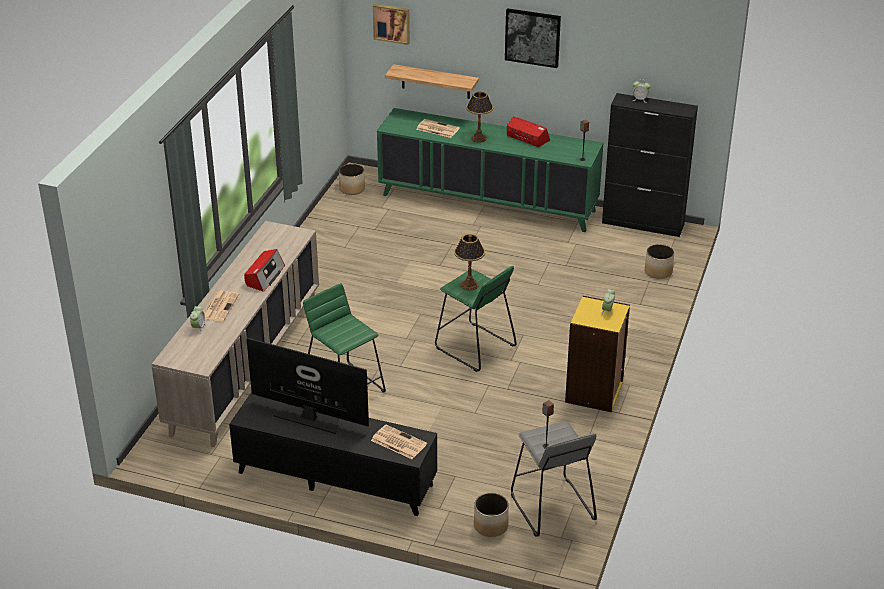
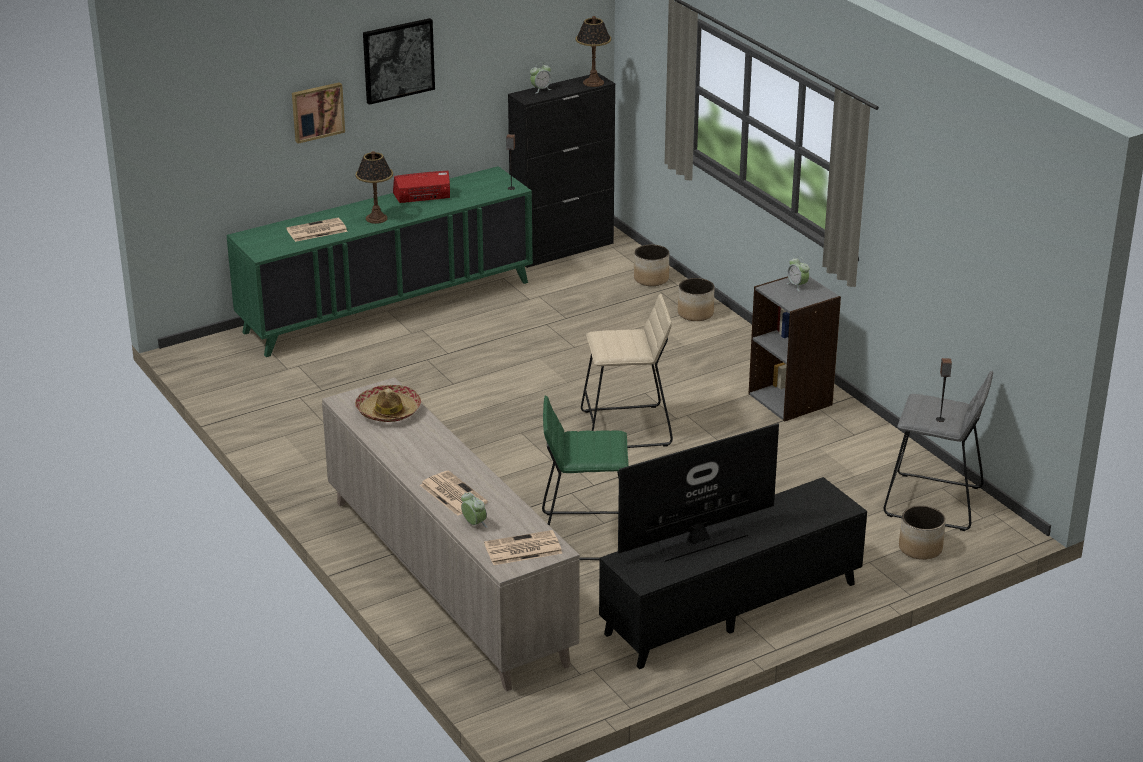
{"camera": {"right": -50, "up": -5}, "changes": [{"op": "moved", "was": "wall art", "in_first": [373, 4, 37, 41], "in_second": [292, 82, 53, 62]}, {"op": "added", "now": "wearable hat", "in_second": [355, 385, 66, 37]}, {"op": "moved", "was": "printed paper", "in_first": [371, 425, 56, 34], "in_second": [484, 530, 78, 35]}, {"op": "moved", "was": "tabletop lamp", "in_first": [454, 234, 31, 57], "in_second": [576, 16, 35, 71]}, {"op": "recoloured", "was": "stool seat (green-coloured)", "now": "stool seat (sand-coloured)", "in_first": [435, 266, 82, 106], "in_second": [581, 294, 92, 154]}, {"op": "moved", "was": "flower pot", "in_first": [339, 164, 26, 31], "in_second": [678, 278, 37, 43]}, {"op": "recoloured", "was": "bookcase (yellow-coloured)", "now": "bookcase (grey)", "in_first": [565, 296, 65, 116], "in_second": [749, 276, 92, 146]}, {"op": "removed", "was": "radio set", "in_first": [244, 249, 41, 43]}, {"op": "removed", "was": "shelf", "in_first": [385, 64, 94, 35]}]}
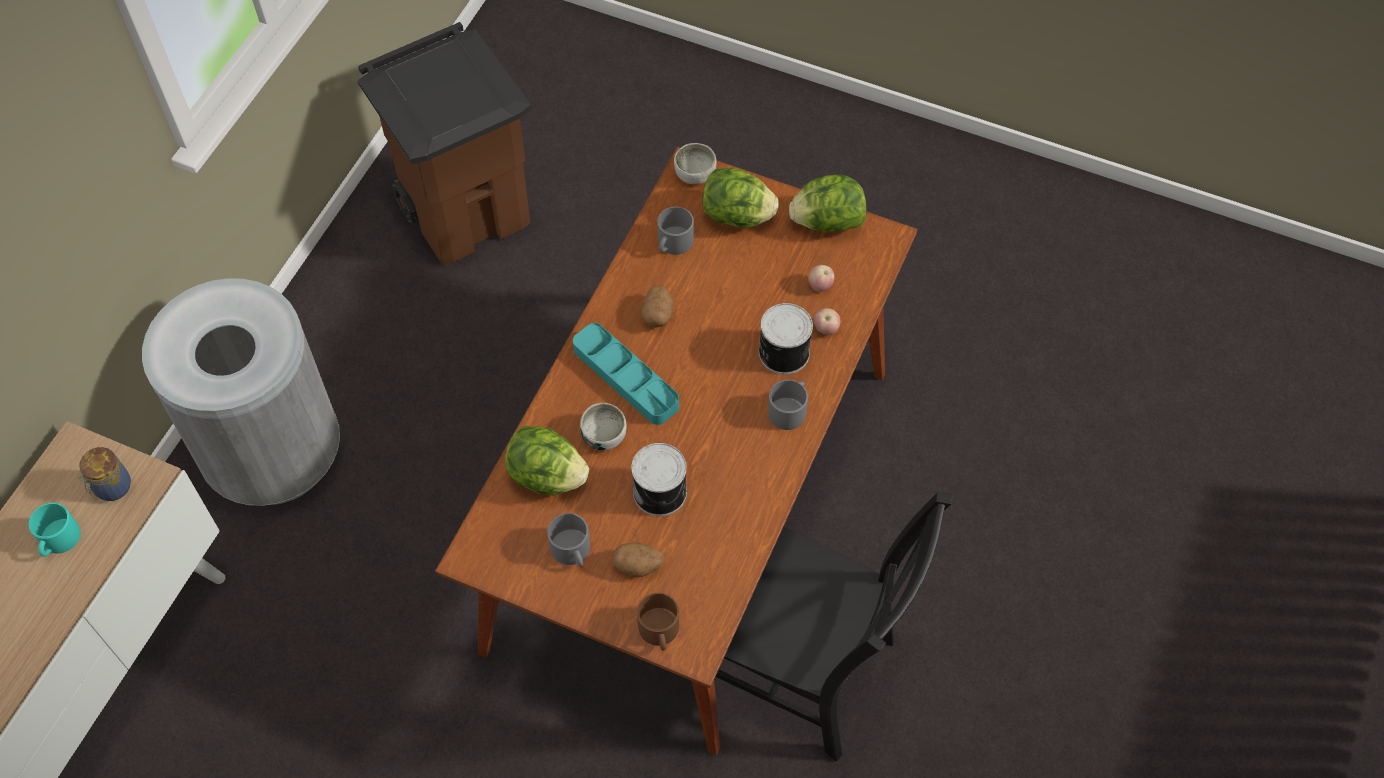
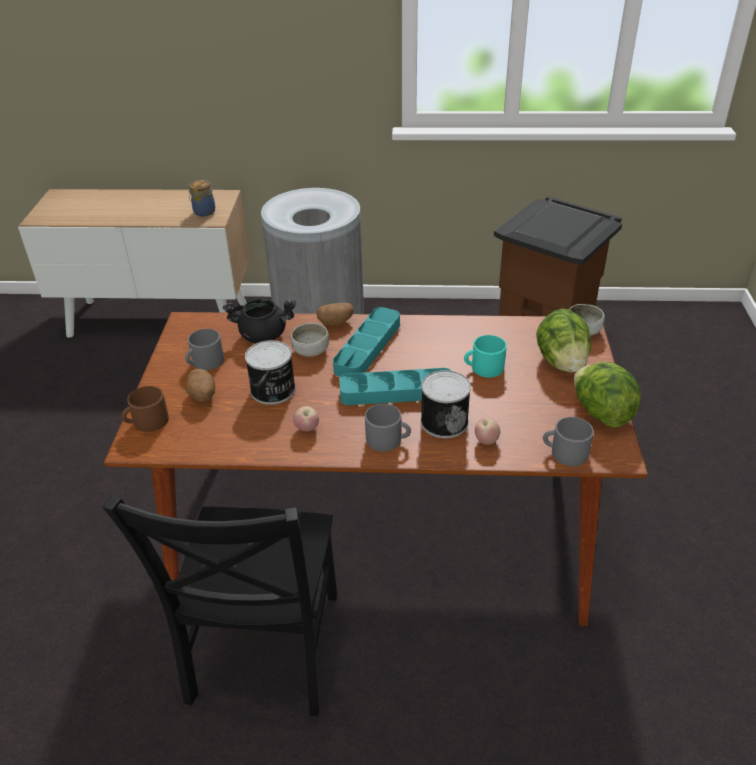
{"camera": {"right": 70, "up": -20}, "changes": [{"op": "replaced", "was": "lettuce head", "now": "saucepot (blackish)", "in_first": [505, 426, 84, 69], "in_second": [223, 298, 73, 45]}, {"op": "moved", "was": "apple", "in_first": [808, 265, 27, 27], "in_second": [293, 406, 26, 26]}, {"op": "moved", "was": "whole potato", "in_first": [641, 285, 33, 42], "in_second": [317, 303, 37, 23]}, {"op": "added", "now": "carrying tray (turquoise-coloured)", "in_second": [339, 368, 113, 37]}, {"op": "moved", "was": "mug (turquoise-coloured)", "in_first": [29, 503, 52, 54], "in_second": [464, 335, 43, 43]}, {"op": "moved", "was": "mug (grey)", "in_first": [657, 207, 37, 48], "in_second": [543, 417, 51, 49]}]}
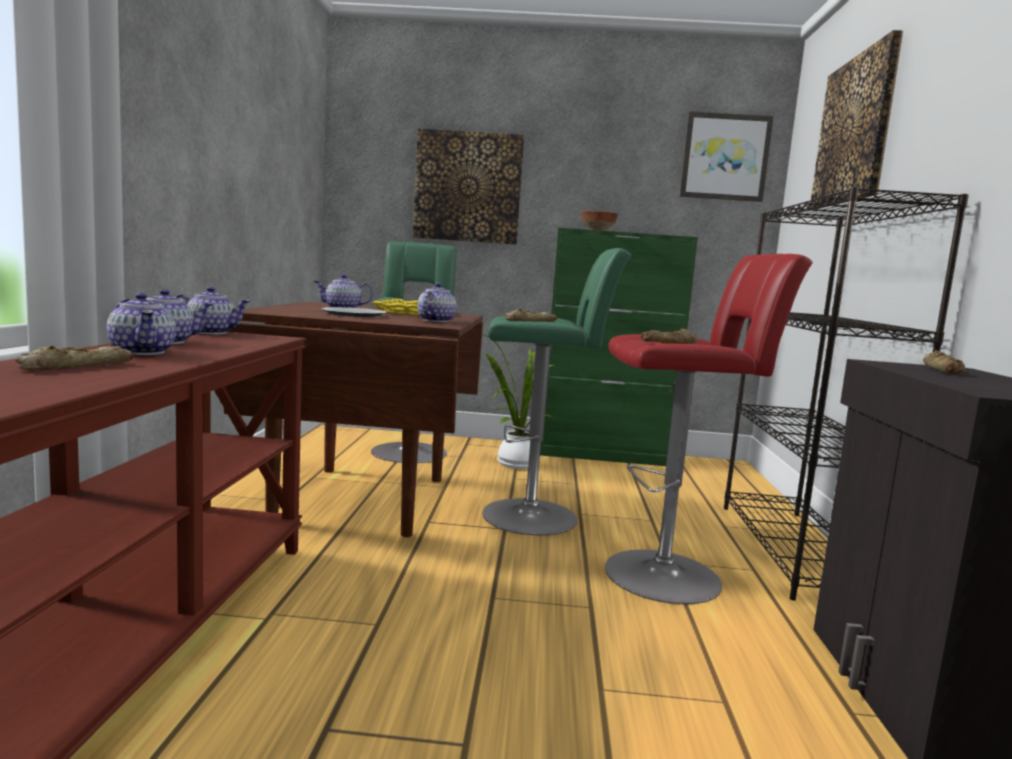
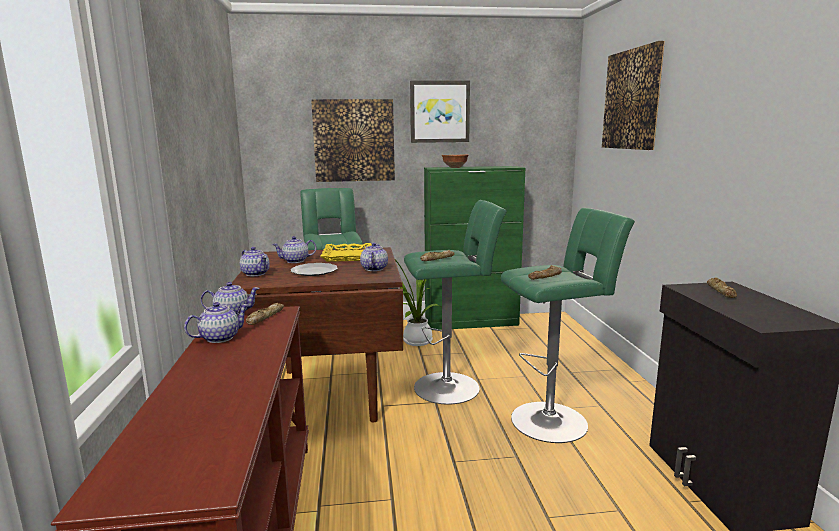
{"camera": {"right": -10, "up": 5}, "changes": [{"op": "moved", "was": "tea pot", "in_first": [107, 293, 69, 62], "in_second": [240, 247, 30, 29]}, {"op": "moved", "was": "bread", "in_first": [15, 346, 119, 25], "in_second": [246, 303, 38, 22]}, {"op": "moved", "was": "wall art", "in_first": [679, 111, 95, 91], "in_second": [410, 80, 60, 63]}, {"op": "recoloured", "was": "stool seat (red)", "now": "stool seat (green-coloured)", "in_first": [605, 254, 208, 350], "in_second": [501, 208, 134, 235]}, {"op": "removed", "was": "bookcase (blackish)", "in_first": [724, 187, 245, 413]}]}
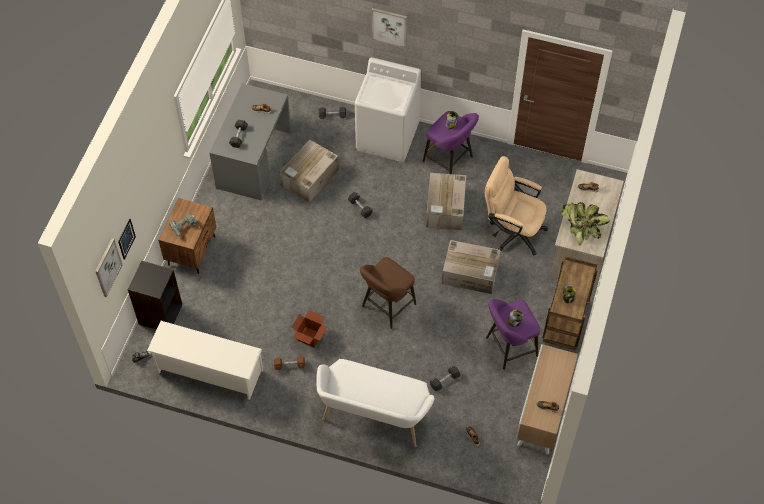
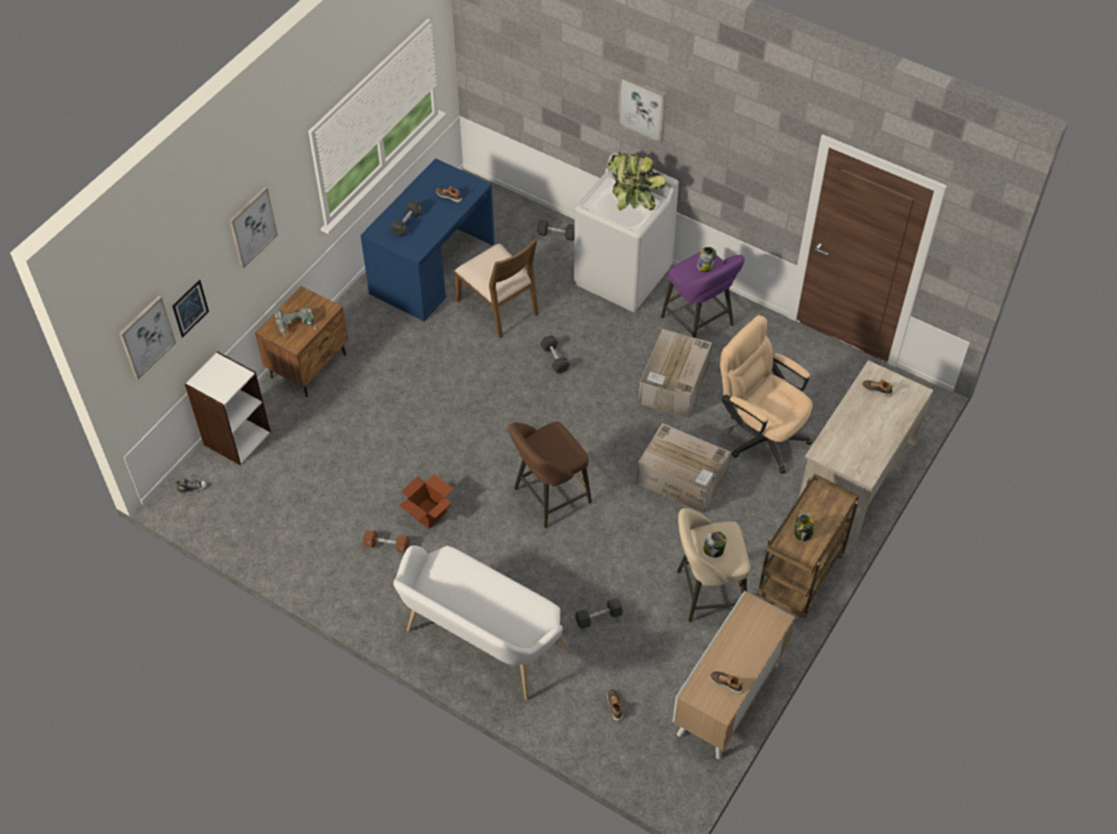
{"camera": {"right": 15, "up": -5}, "changes": [{"op": "recoloured", "was": "bookcase (blackish)", "now": "bookcase (white)", "in_first": [128, 261, 54, 69], "in_second": [184, 351, 87, 114]}, {"op": "added", "now": "wall art", "in_second": [229, 187, 49, 82]}, {"op": "recoloured", "was": "desk (grey)", "now": "desk (bluish)", "in_first": [209, 83, 82, 118], "in_second": [360, 158, 135, 163]}, {"op": "replaced", "was": "cardboard box", "now": "chair (brown-coloured)", "in_first": [280, 139, 59, 64], "in_second": [455, 239, 84, 99]}, {"op": "moved", "was": "potted plant", "in_first": [561, 202, 49, 44], "in_second": [607, 152, 59, 59]}, {"op": "recoloured", "was": "stool seat (purplish)", "now": "stool seat (sand-coloured)", "in_first": [486, 299, 54, 71], "in_second": [677, 508, 73, 114]}, {"op": "removed", "was": "shoe rack (white)", "in_first": [147, 321, 116, 79]}]}
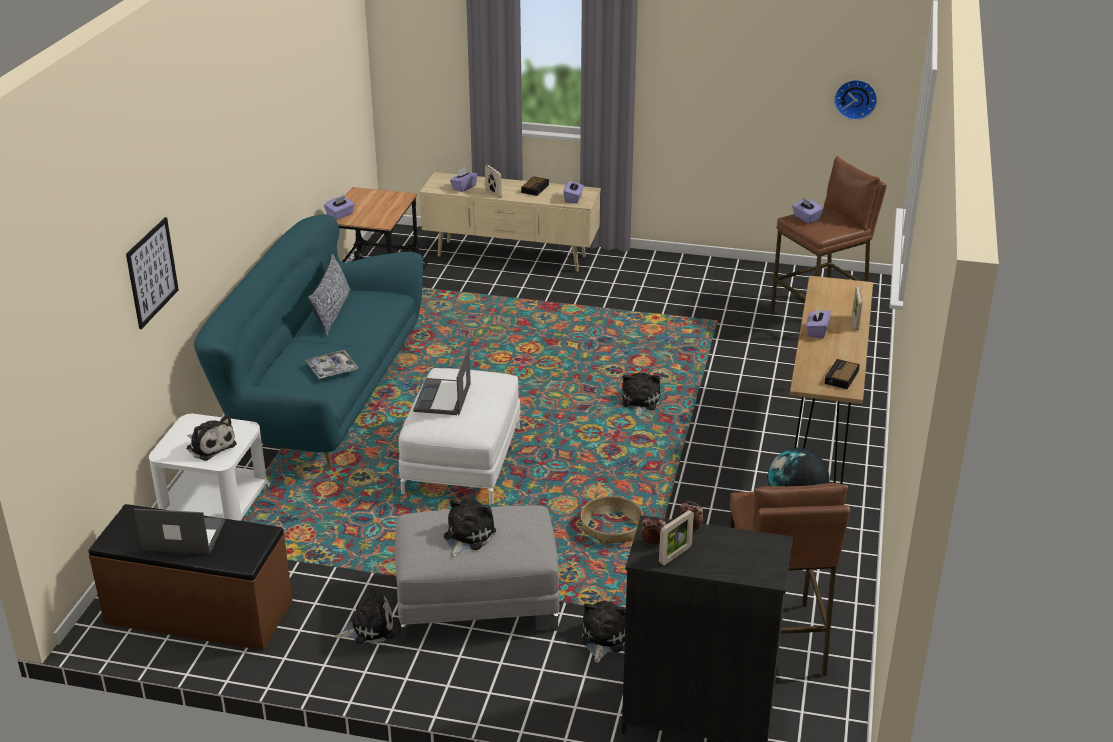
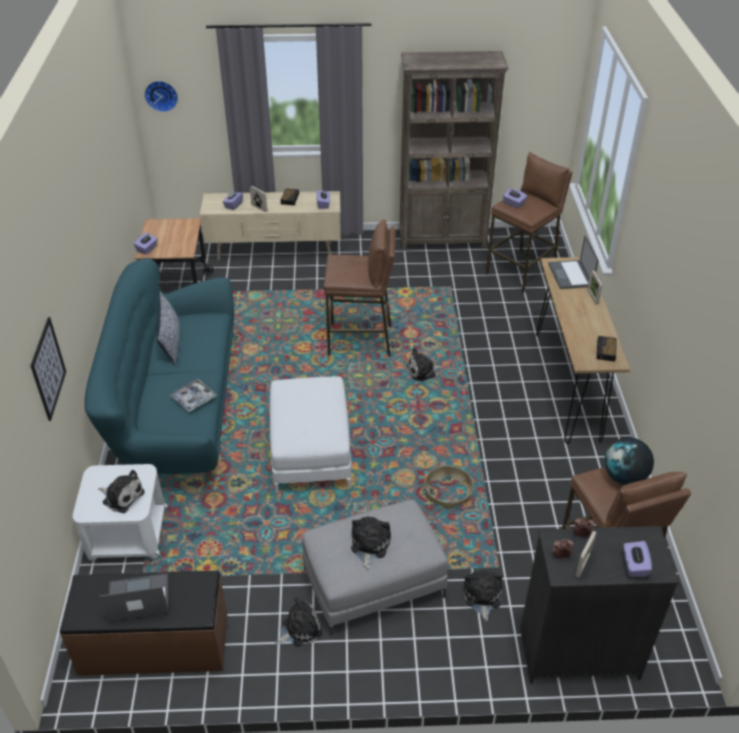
{"camera": {"right": -15, "up": 10}, "changes": [{"op": "moved", "was": "hanging clock", "in_first": [834, 80, 43, 40], "in_second": [144, 81, 34, 31]}, {"op": "added", "now": "stool seat (brown-coloured)", "in_second": [324, 219, 72, 137]}, {"op": "added", "now": "bookcase (brown-coloured)", "in_second": [399, 51, 110, 200]}, {"op": "turned", "was": "cuddly toy", "in_first": [622, 372, 38, 44], "in_second": [407, 347, 35, 35], "clockwise": -105}, {"op": "moved", "was": "laptop", "in_first": [413, 347, 58, 68], "in_second": [548, 236, 51, 53]}, {"op": "moved", "was": "tissue holder (purplish)", "in_first": [806, 307, 25, 31], "in_second": [623, 541, 29, 36]}]}
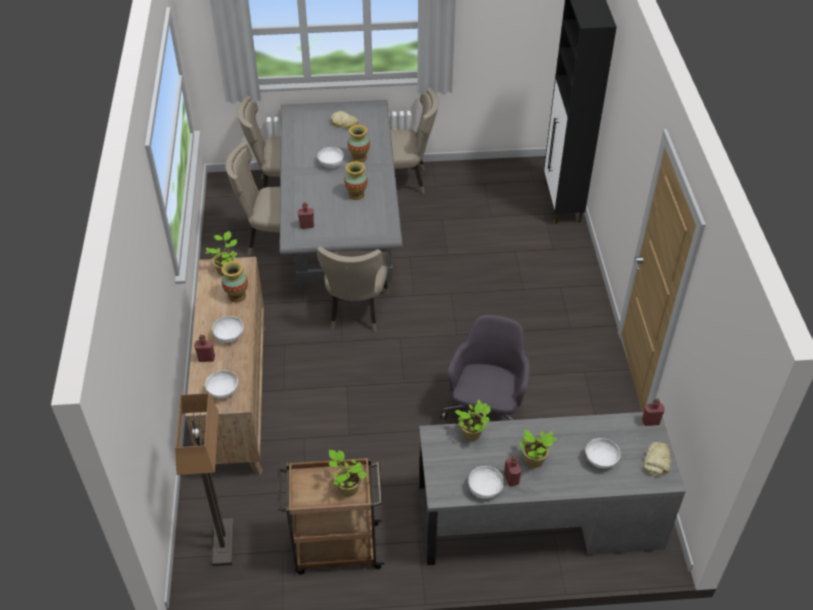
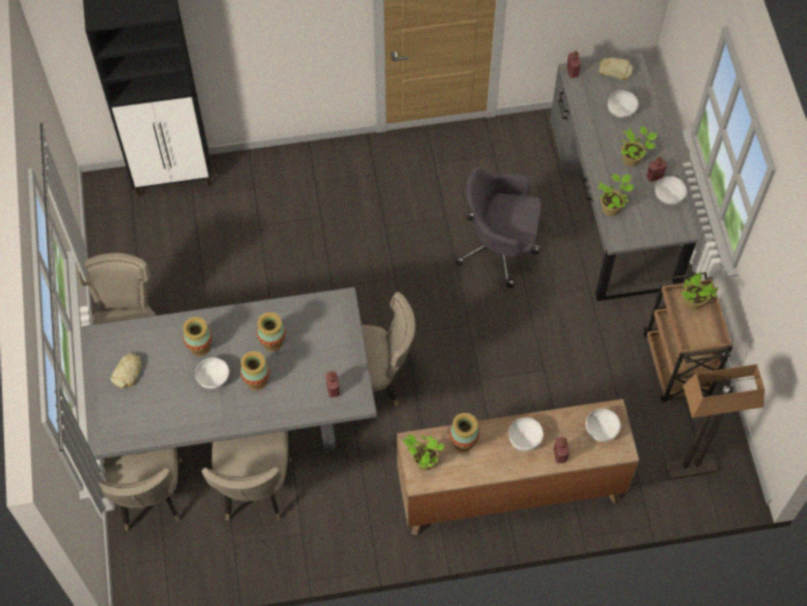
{"camera": {"right": -95, "up": 15}, "changes": [{"op": "added", "now": "vase", "in_second": [240, 351, 30, 39]}]}
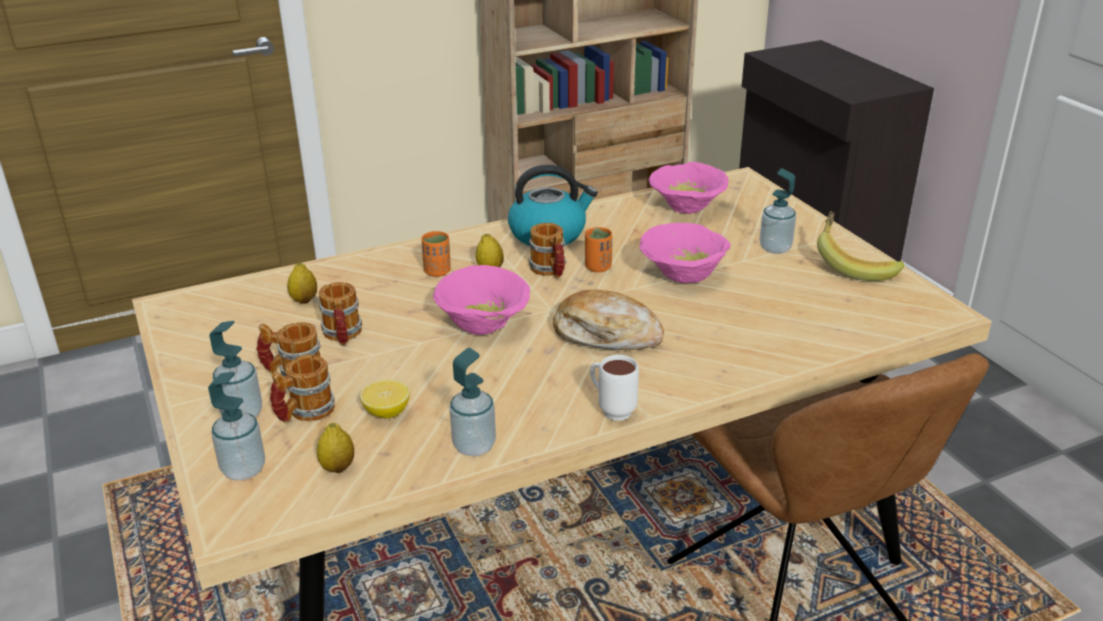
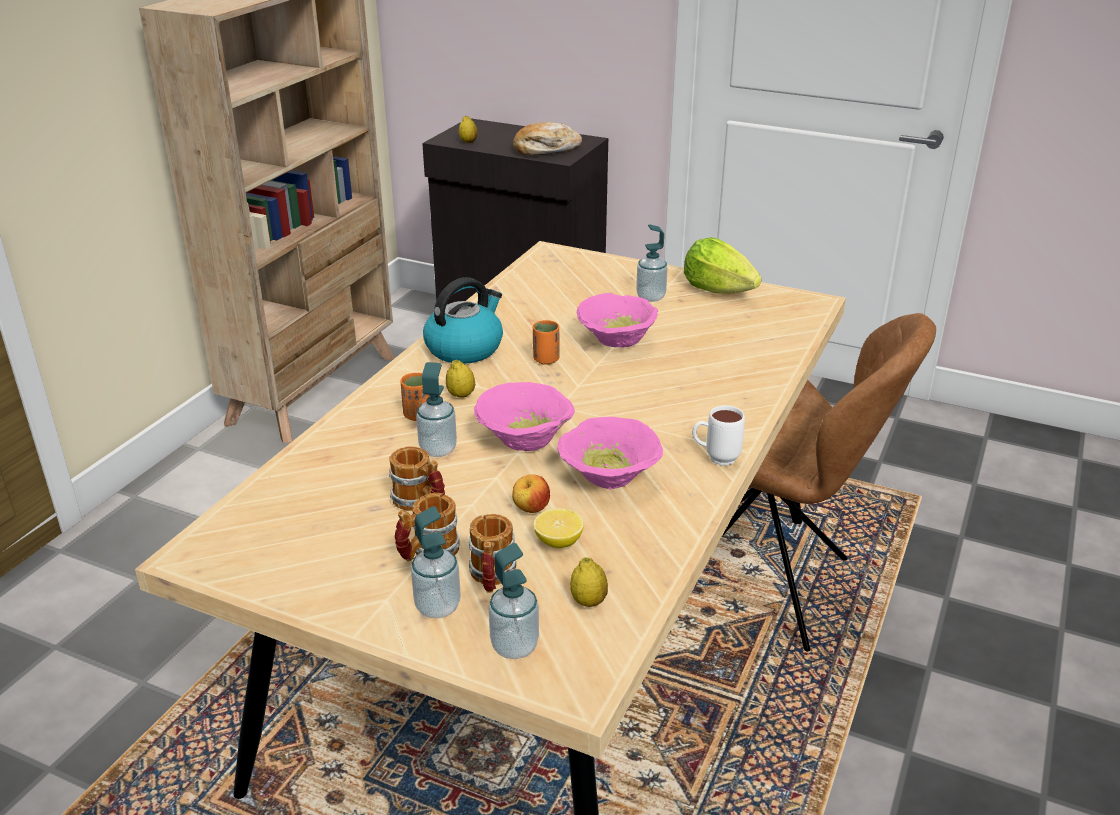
{"camera": {"right": -40, "up": 0}, "changes": [{"op": "moved", "was": "liquid soap bottle", "in_first": [449, 348, 47, 108], "in_second": [416, 362, 41, 95]}, {"op": "moved", "was": "citrus fruit", "in_first": [287, 263, 30, 41], "in_second": [459, 116, 19, 27]}, {"op": "added", "now": "apple", "in_second": [512, 474, 38, 39]}, {"op": "moved", "was": "bread", "in_first": [553, 290, 111, 60], "in_second": [513, 122, 69, 33]}, {"op": "moved", "was": "serving bowl (pink)", "in_first": [648, 162, 80, 52], "in_second": [557, 417, 106, 72]}, {"op": "replaced", "was": "banana fruit", "now": "lettuce head", "in_first": [817, 211, 87, 70], "in_second": [684, 237, 78, 57]}, {"op": "removed", "was": "mug", "in_first": [528, 223, 39, 55]}]}
